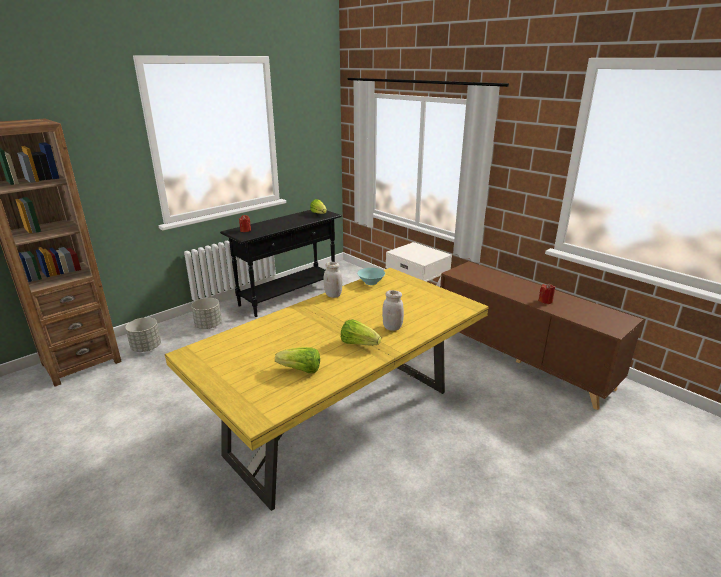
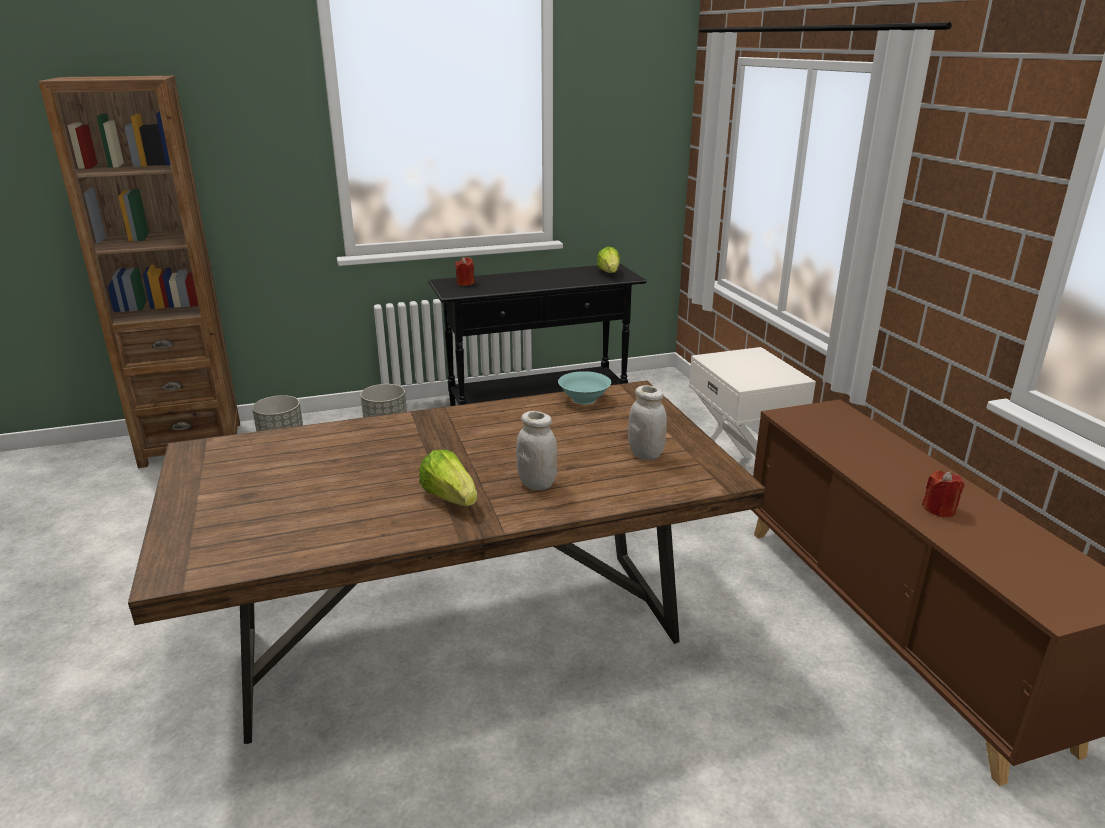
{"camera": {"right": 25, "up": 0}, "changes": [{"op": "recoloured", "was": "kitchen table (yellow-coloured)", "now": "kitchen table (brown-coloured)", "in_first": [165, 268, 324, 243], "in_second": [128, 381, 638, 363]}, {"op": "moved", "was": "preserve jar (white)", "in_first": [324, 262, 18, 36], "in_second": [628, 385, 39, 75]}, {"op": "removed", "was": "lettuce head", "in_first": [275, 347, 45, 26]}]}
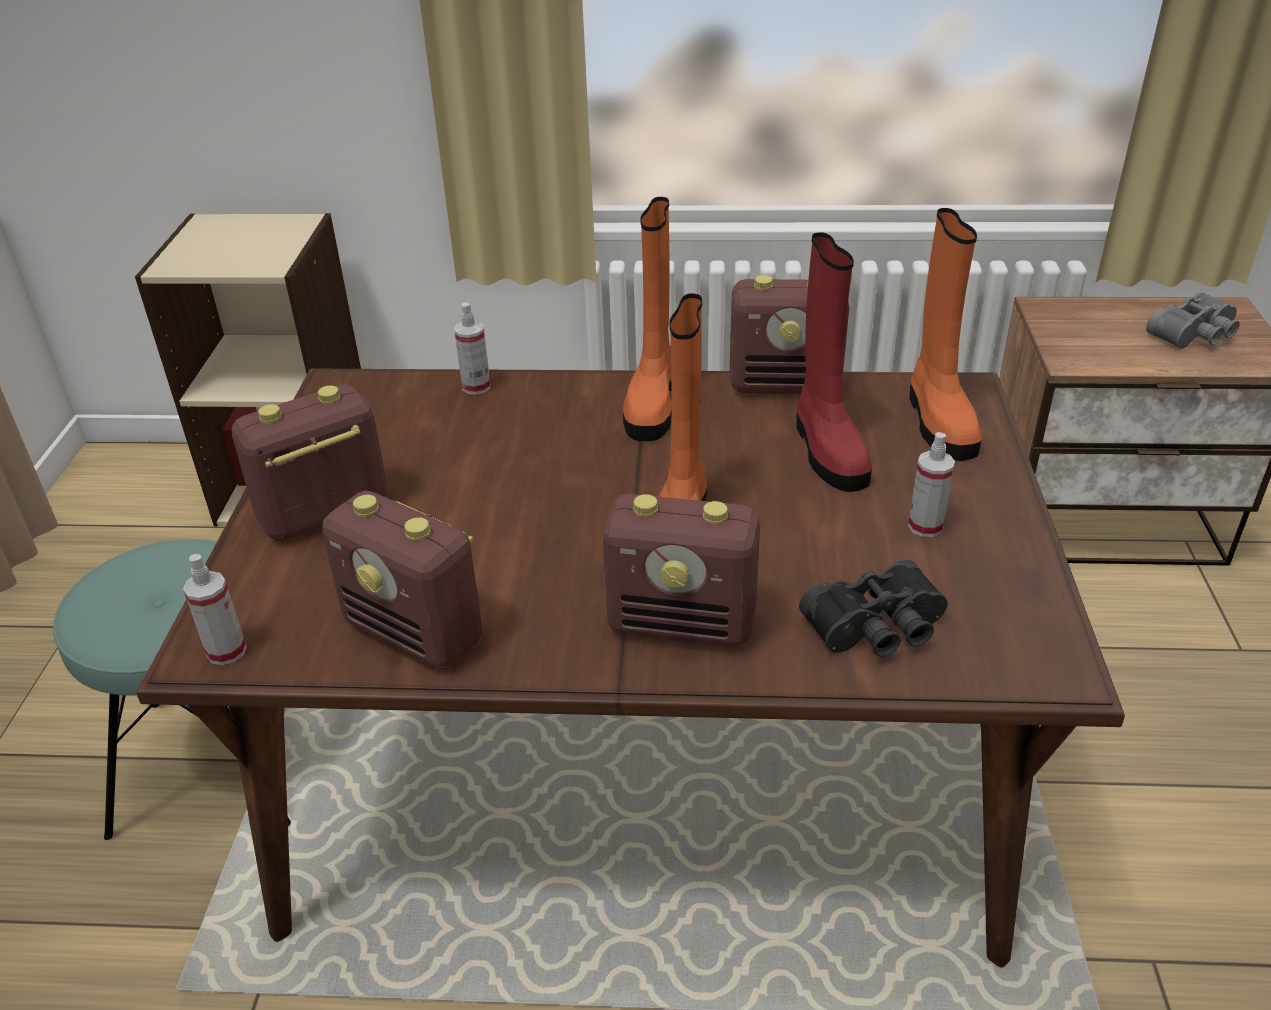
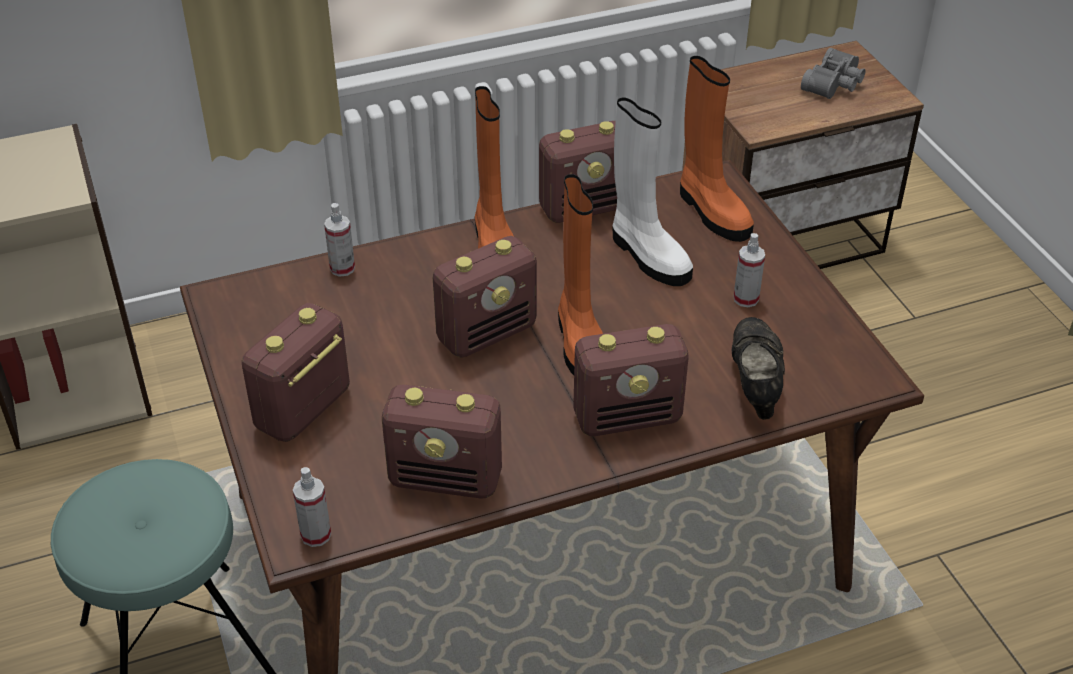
{"camera": {"right": -25, "up": 5}, "changes": [{"op": "added", "now": "radio set", "in_second": [433, 236, 104, 122]}, {"op": "recoloured", "was": "boot (red)", "now": "boot (white)", "in_first": [797, 232, 75, 260], "in_second": [613, 98, 80, 188]}, {"op": "replaced", "was": "binoculars (blackish)", "now": "low shoe (blackish)", "in_first": [799, 560, 149, 97], "in_second": [732, 317, 53, 103]}]}
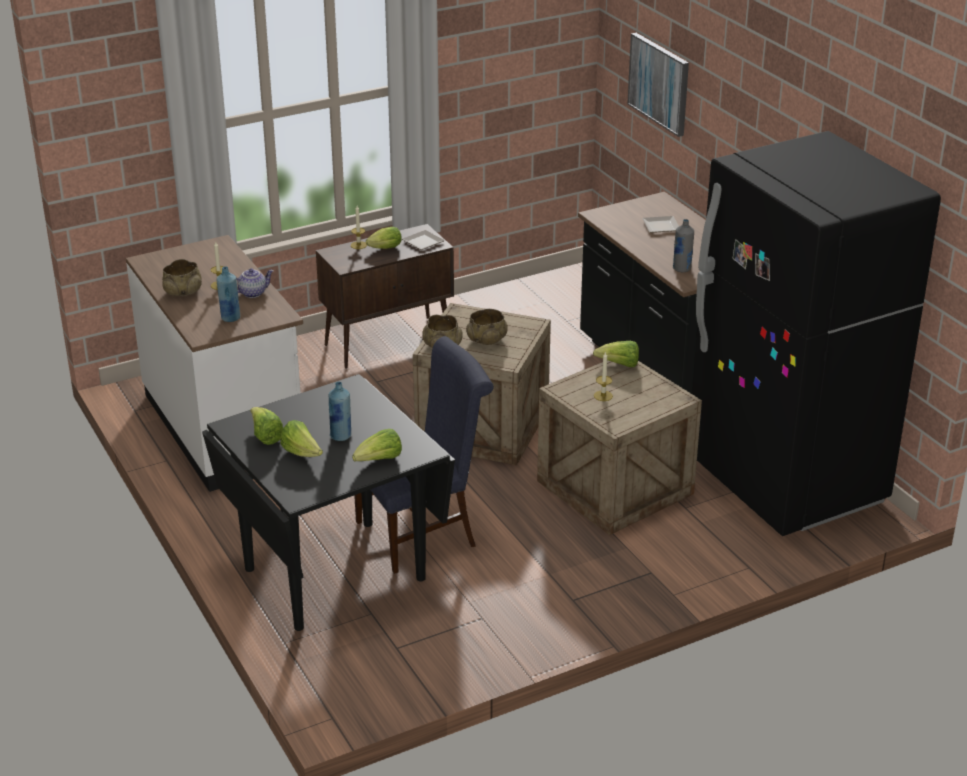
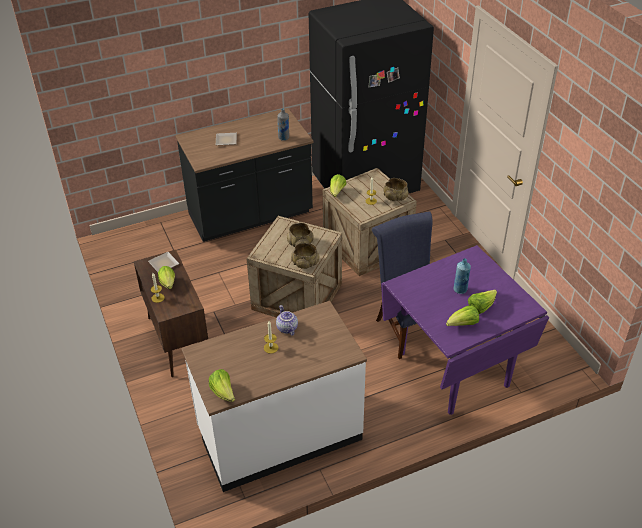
{"camera": {"right": -85, "up": 10}, "changes": [{"op": "moved", "was": "lettuce head", "in_first": [352, 429, 50, 32], "in_second": [209, 369, 26, 33]}, {"op": "recoloured", "was": "kitchen table (blackish)", "now": "kitchen table (purplish)", "in_first": [202, 374, 253, 257], "in_second": [381, 245, 168, 170]}, {"op": "moved", "was": "serving bowl (sand-coloured)", "in_first": [162, 259, 40, 37], "in_second": [383, 178, 26, 23]}, {"op": "removed", "was": "beverage bottle (bluish)", "in_first": [217, 267, 23, 55]}, {"op": "removed", "was": "wall art", "in_first": [627, 33, 62, 104]}]}
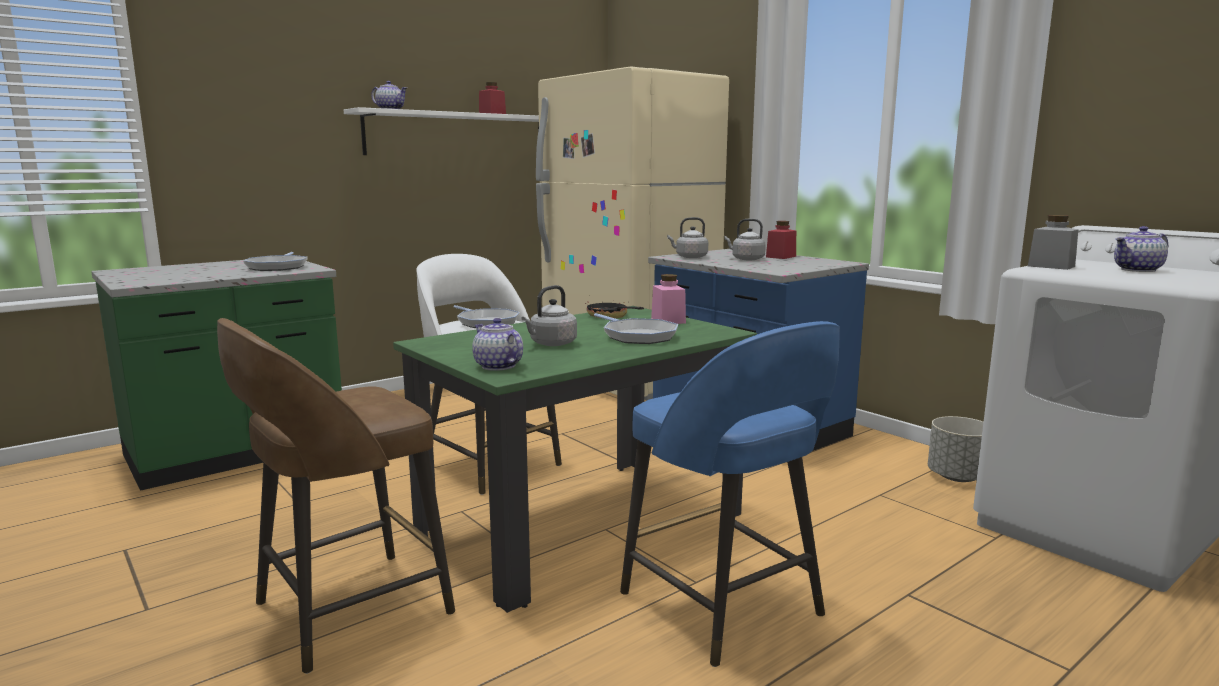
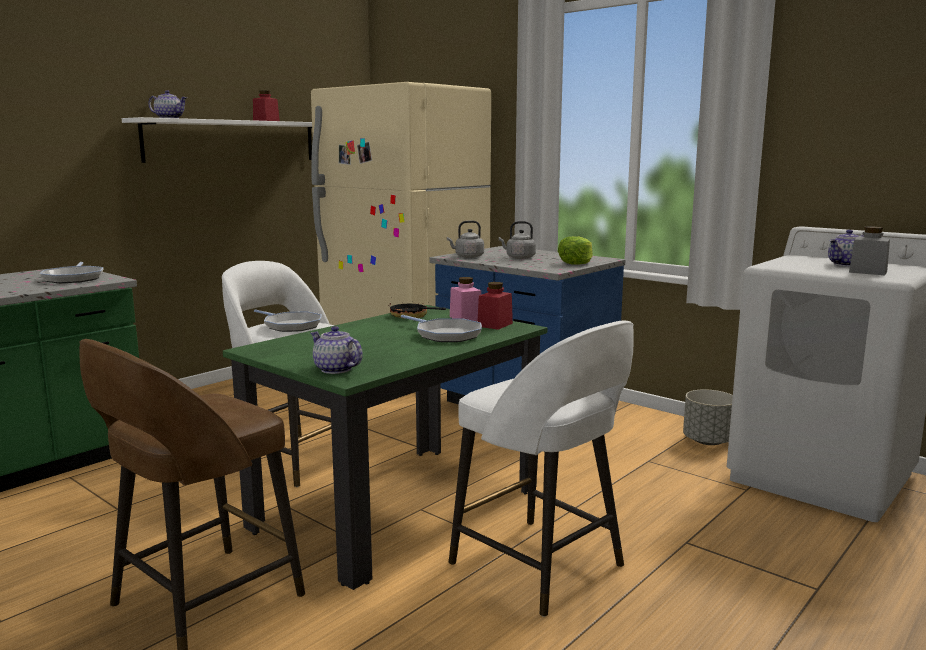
{"camera": {"right": -10, "up": 0}, "changes": [{"op": "recoloured", "was": "stool seat (bluish)", "now": "stool seat (white)", "in_first": [620, 321, 220, 346], "in_second": [449, 320, 185, 297]}, {"op": "moved", "was": "preserve jar (red)", "in_first": [766, 221, 30, 38], "in_second": [477, 282, 36, 48]}, {"op": "added", "now": "lettuce head", "in_second": [558, 236, 35, 29]}, {"op": "moved", "was": "preserve jar (grey)", "in_first": [1028, 215, 50, 55], "in_second": [849, 227, 41, 48]}, {"op": "removed", "was": "water kettle (grey)", "in_first": [521, 285, 56, 61]}]}
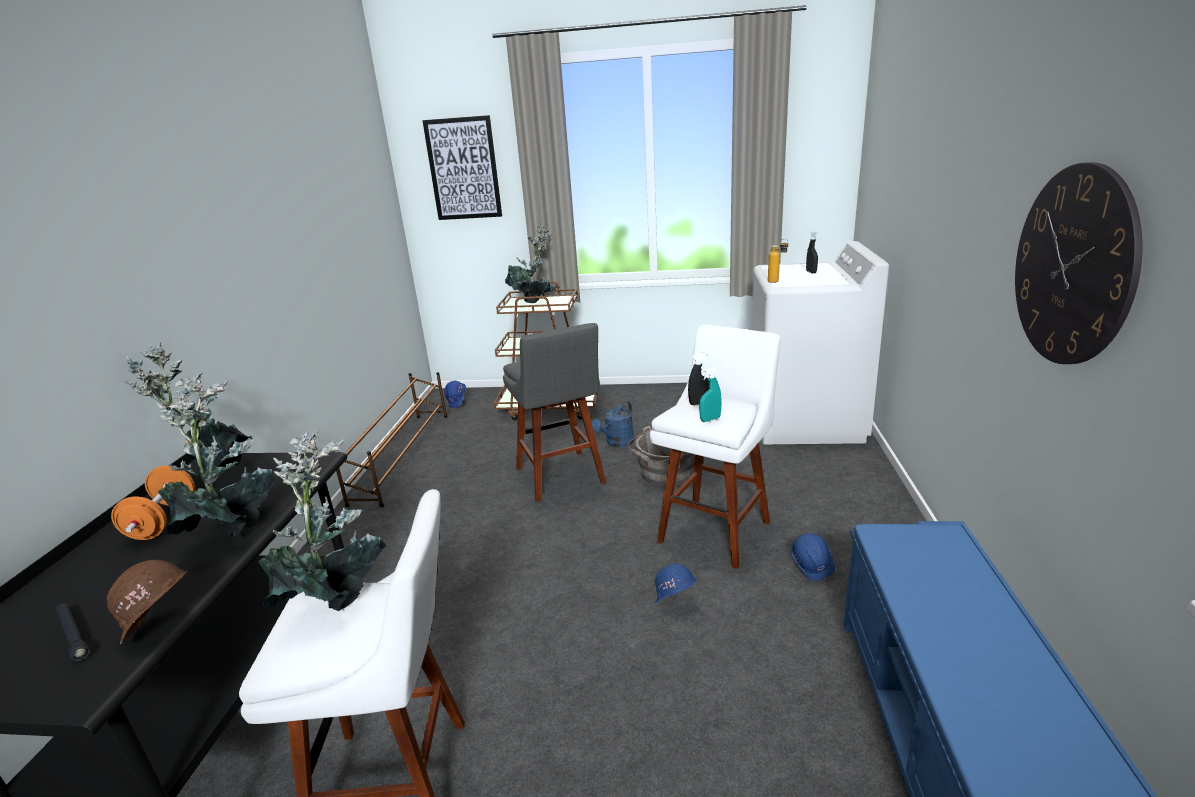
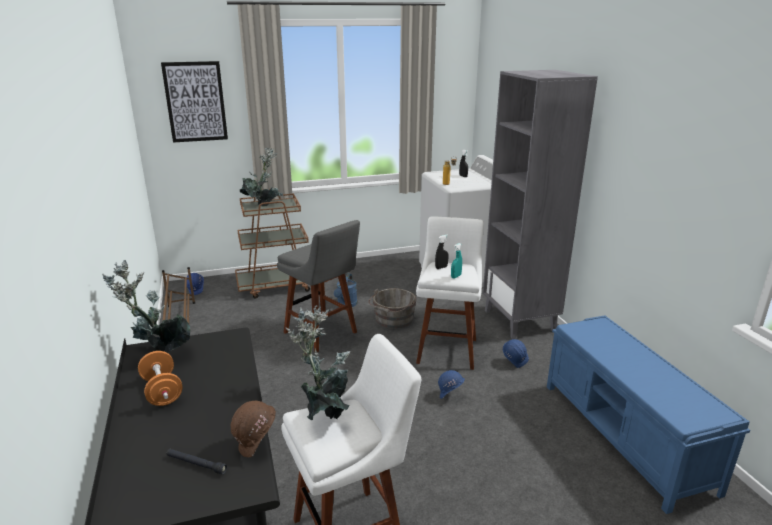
{"camera": {"right": -25, "up": 0}, "changes": [{"op": "added", "now": "bookcase (grey)", "in_second": [483, 70, 115, 269]}, {"op": "removed", "was": "potted plant", "in_first": [157, 372, 120, 165]}, {"op": "removed", "was": "hanging clock", "in_first": [1015, 162, 127, 202]}]}
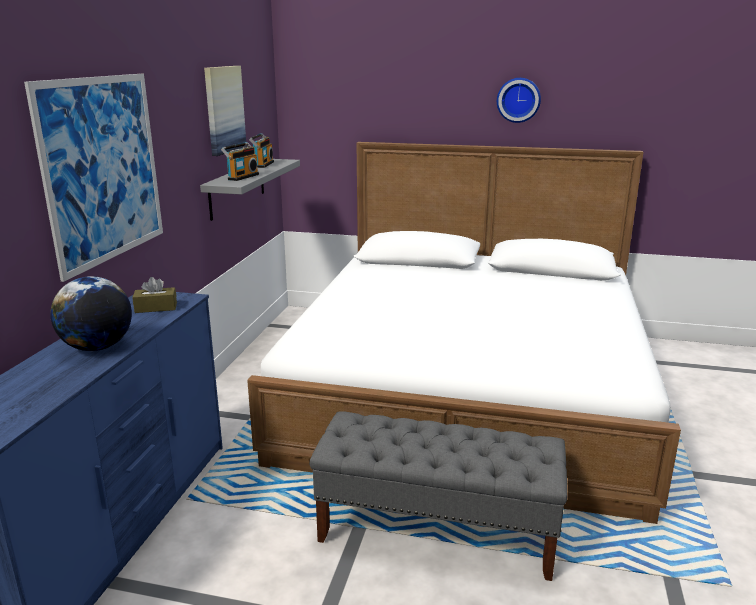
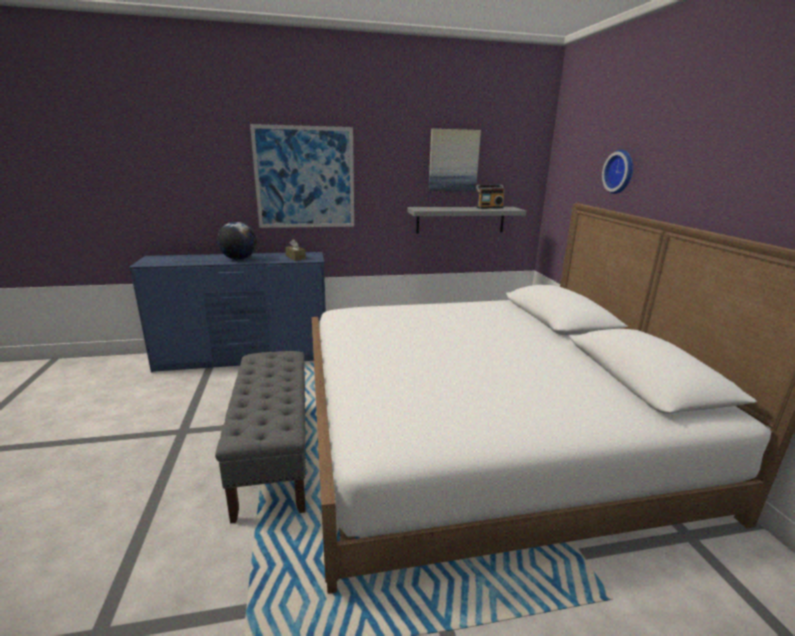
{"camera": {"right": 65, "up": 0}, "changes": [{"op": "moved", "was": "hanging clock", "in_first": [497, 78, 44, 45], "in_second": [602, 150, 31, 44]}, {"op": "removed", "was": "radio set", "in_first": [221, 142, 38, 39]}]}
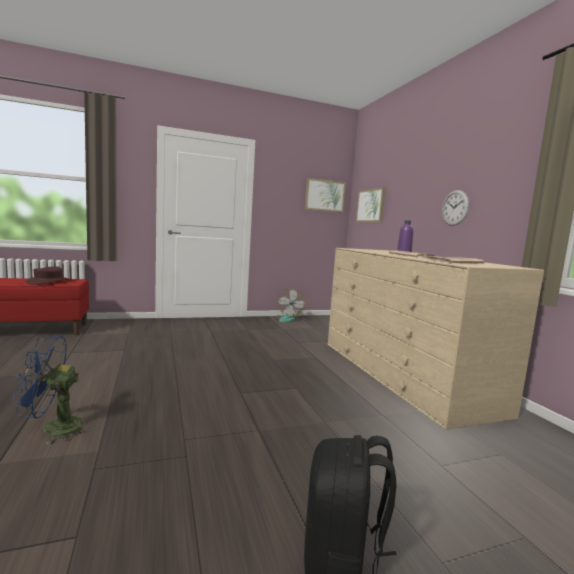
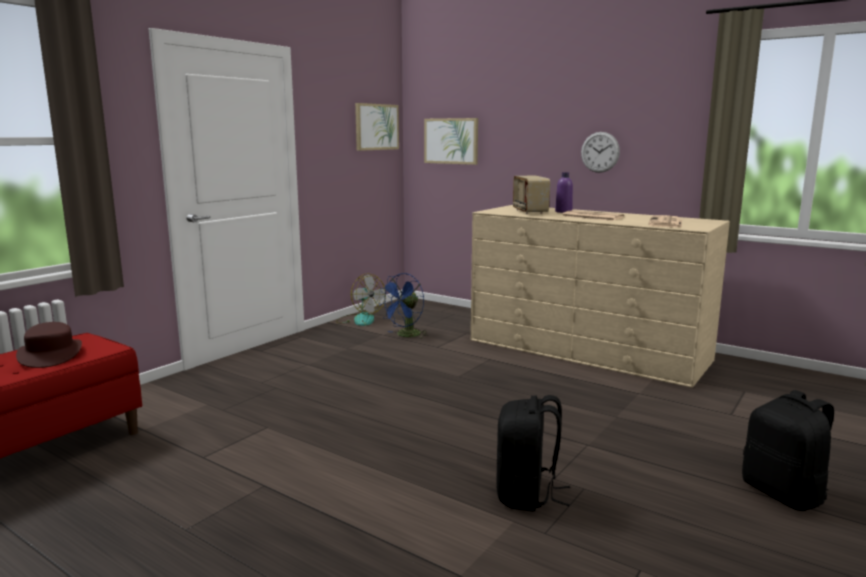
{"camera": {"right": -35, "up": 5}, "changes": [{"op": "moved", "was": "cooling fan (bluish)", "in_first": [13, 336, 79, 109], "in_second": [378, 273, 50, 66]}, {"op": "added", "now": "rucksack (blackish)", "in_second": [496, 395, 74, 116]}, {"op": "added", "now": "radio set", "in_second": [513, 176, 37, 38]}]}
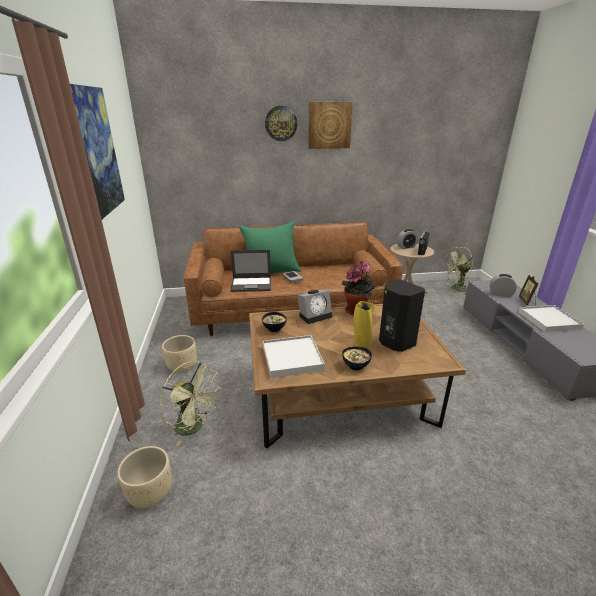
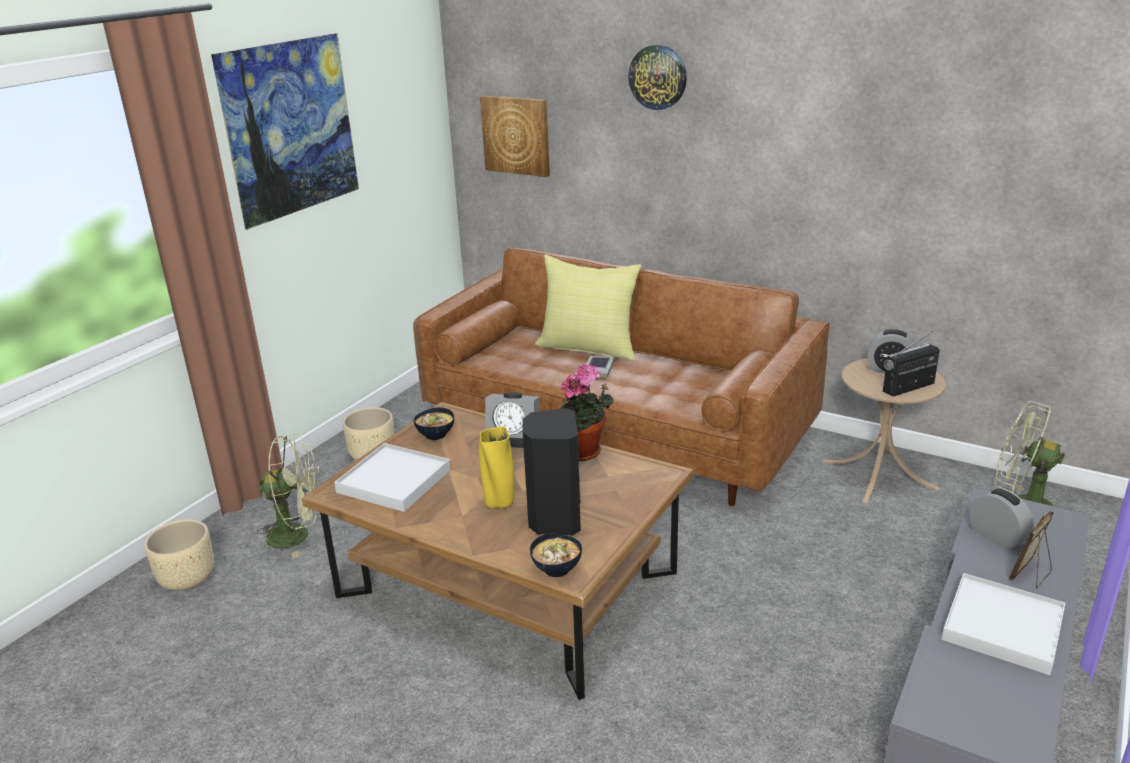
{"camera": {"right": 40, "up": 0}, "changes": [{"op": "turned", "was": "cooling fan (green-coloured)", "in_first": [160, 361, 61, 85], "in_second": [257, 433, 64, 125], "clockwise": -75}, {"op": "moved", "was": "wall art", "in_first": [308, 102, 45, 47], "in_second": [480, 95, 70, 82]}, {"op": "moved", "was": "serving bowl", "in_first": [342, 346, 30, 24], "in_second": [530, 534, 52, 43]}, {"op": "recoloured", "was": "pillow (green-coloured)", "now": "pillow (yellow-coloured)", "in_first": [239, 221, 62, 53], "in_second": [535, 254, 107, 107]}, {"op": "removed", "was": "laptop", "in_first": [230, 250, 41, 42]}]}
